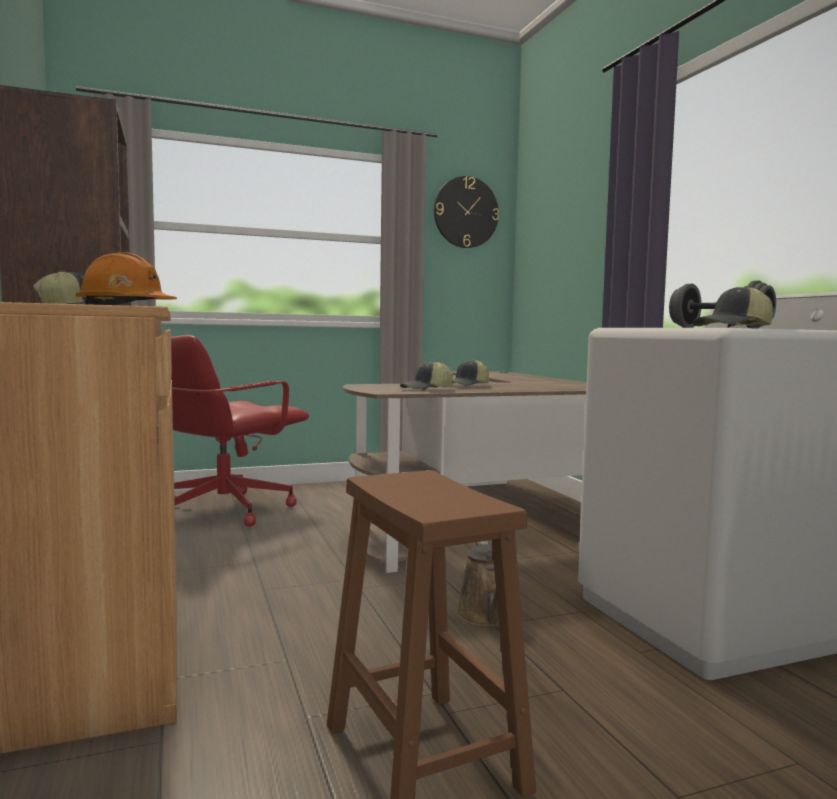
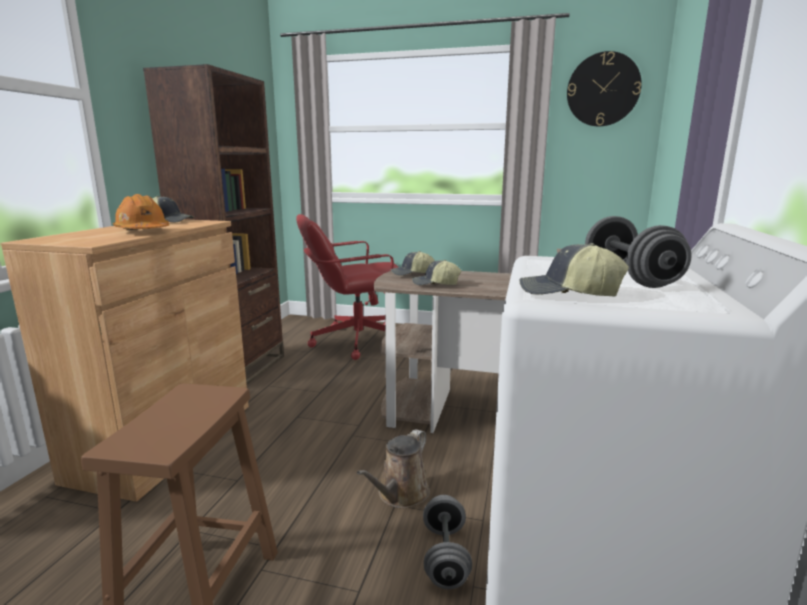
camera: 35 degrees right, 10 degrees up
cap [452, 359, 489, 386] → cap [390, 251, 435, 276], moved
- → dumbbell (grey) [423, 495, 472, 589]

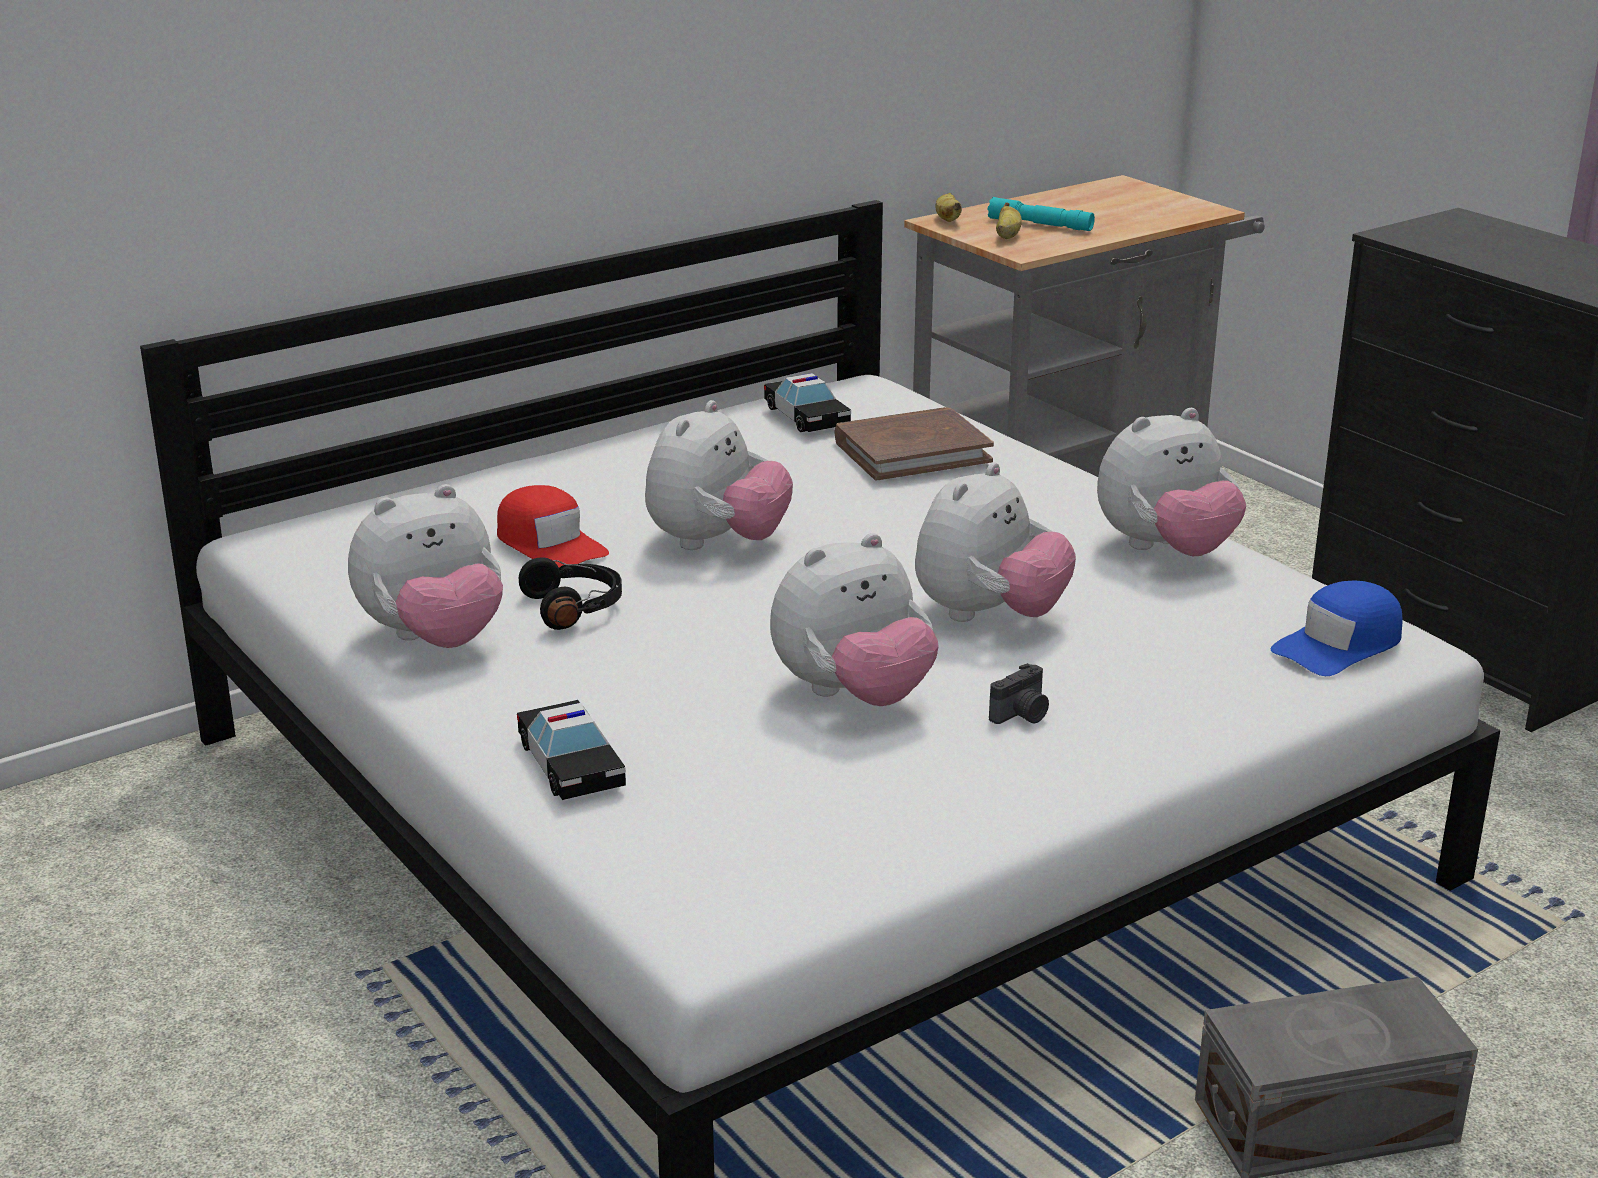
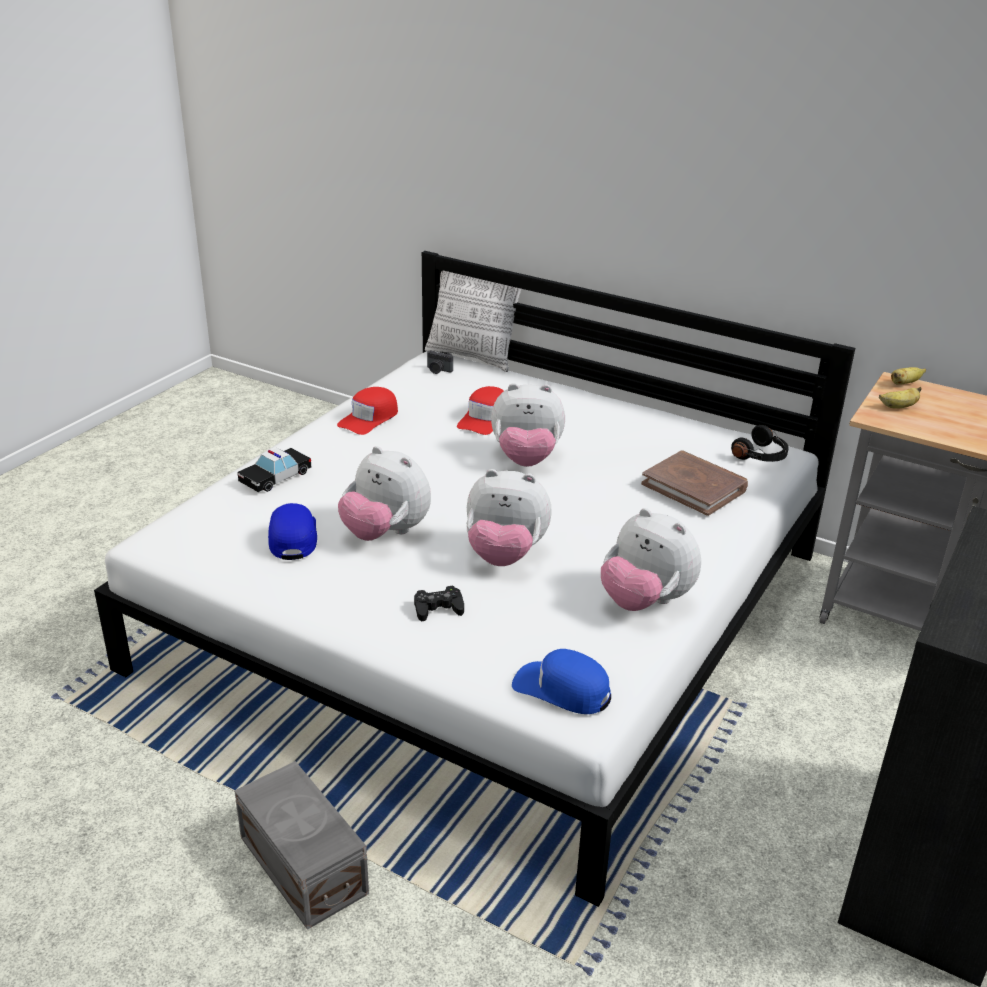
camera: 65 degrees right, 5 degrees up
plush toy [348, 484, 503, 648] → cap (red) [337, 387, 398, 435]
headphones (black) [519, 557, 622, 630] → headphones (black) [731, 425, 789, 462], moved
toy car [764, 373, 851, 432] → -
flashlight (turquoise) [988, 197, 1095, 231] → -
photo camera [989, 663, 1049, 724] → photo camera [427, 351, 453, 374], moved
- → cap (blue) [268, 503, 317, 560]
- → game controller (black) [414, 586, 464, 621]
- → pillow [425, 270, 521, 372]

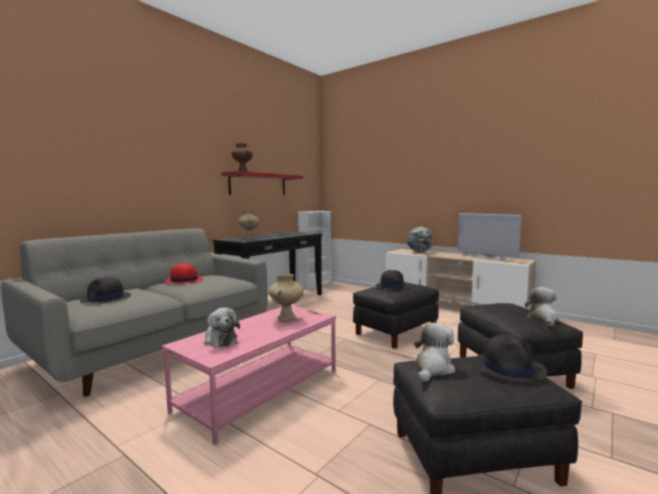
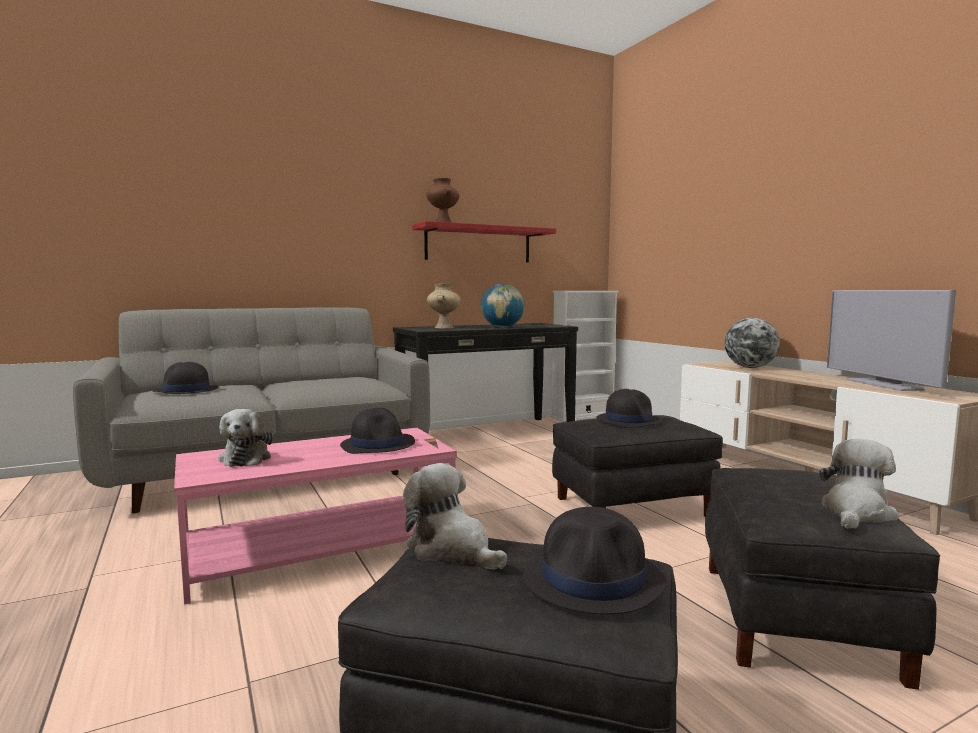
camera: 25 degrees right, 0 degrees up
hat (red) [165, 263, 204, 284] → -
vase (beige) [269, 274, 303, 322] → hat (black) [340, 408, 415, 454]
plush toy [414, 323, 455, 382] → plush toy [403, 463, 507, 570], 105 degrees counterclockwise
- → globe [481, 284, 525, 327]

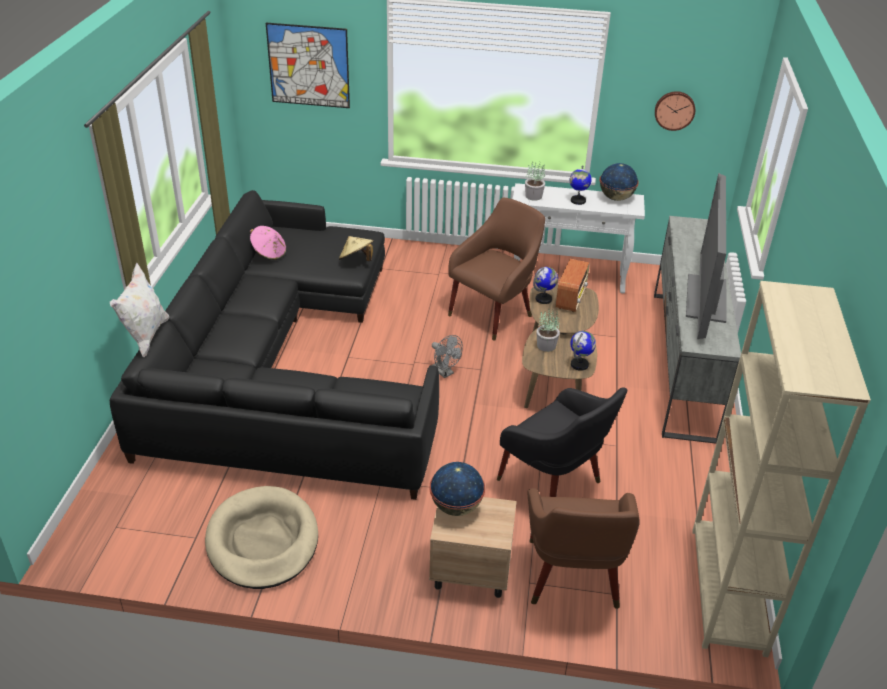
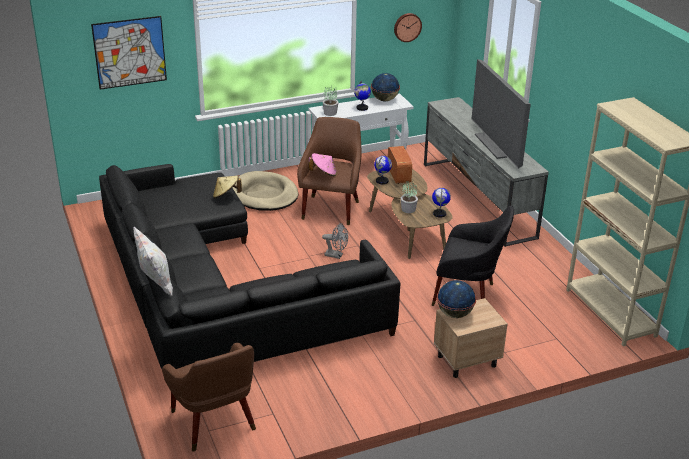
camera: 30 degrees left, 5 degrees down
dog bed (beige) [205, 486, 318, 589] → dog bed (beige) [232, 171, 298, 211], moved
hat (pink) [250, 226, 286, 260] → hat (pink) [309, 153, 337, 176], moved
armchair (brown) [527, 488, 640, 609] → armchair (brown) [162, 343, 256, 451], moved

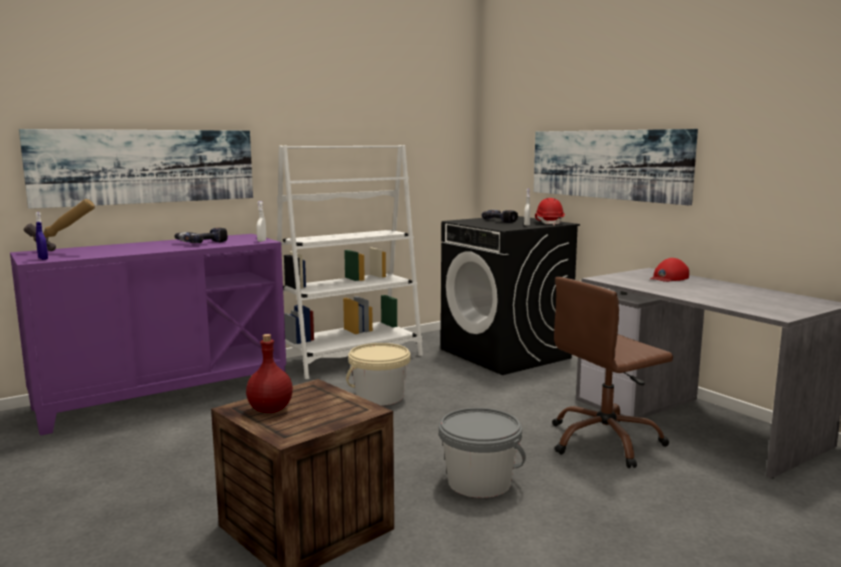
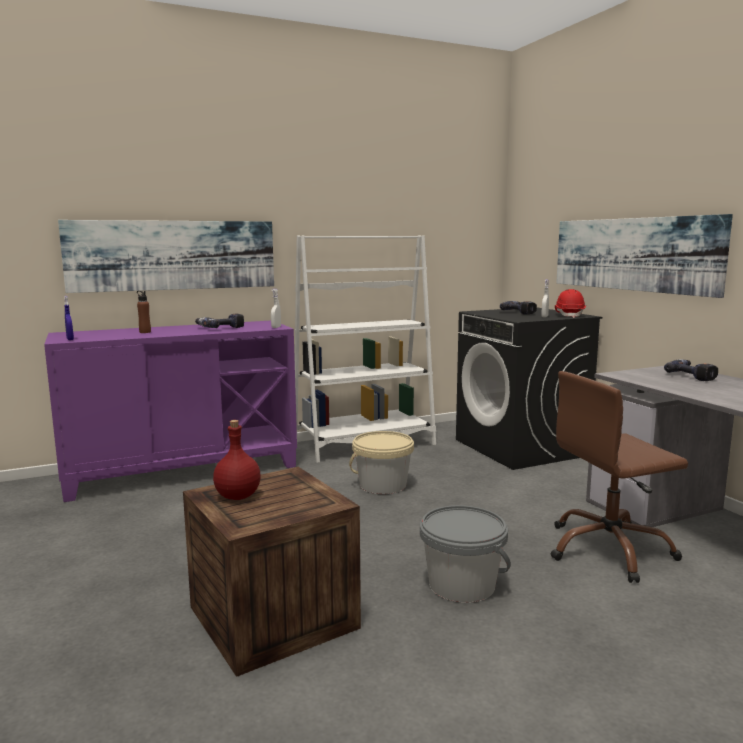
camera: 10 degrees right, 0 degrees up
hammer [24, 199, 95, 251] → -
cap (red) [650, 258, 689, 282] → power drill [664, 359, 718, 381]
- → bottle (brown) [137, 291, 151, 333]

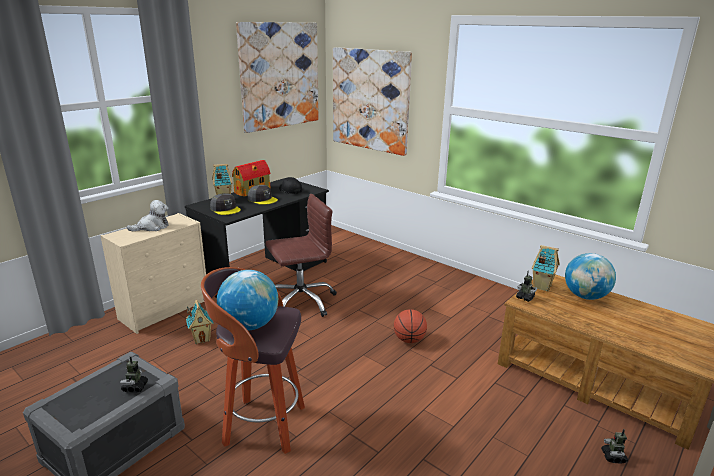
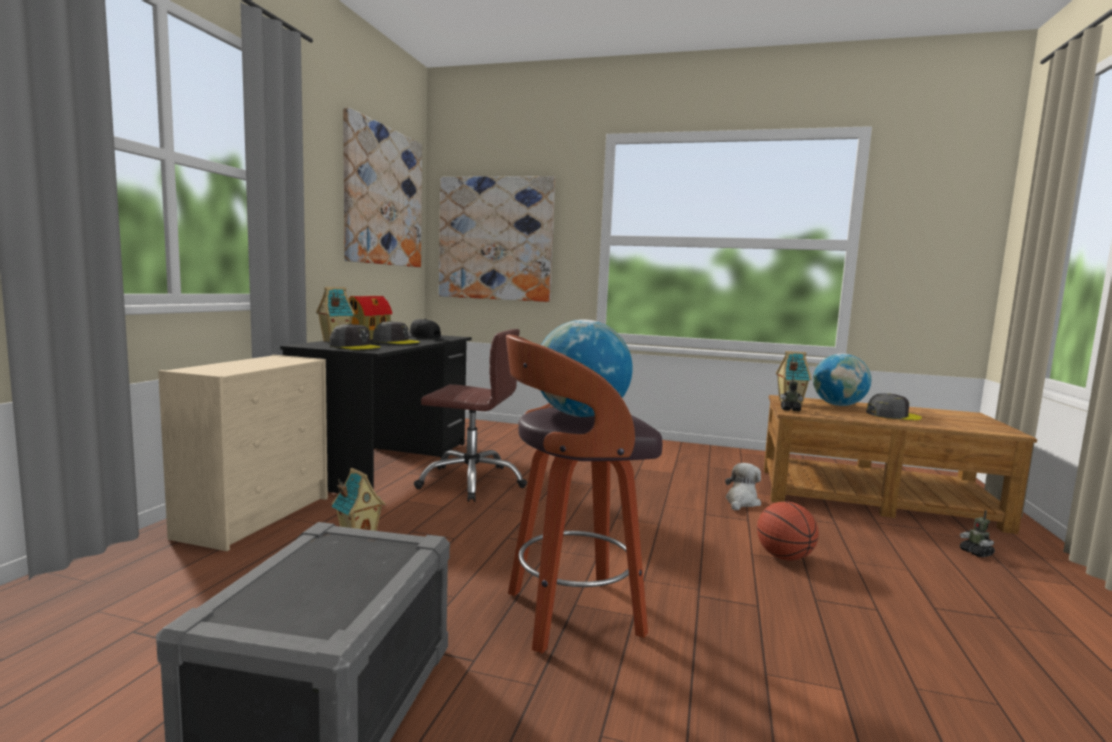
camera: 25 degrees left, 15 degrees down
toy robot [120, 356, 148, 393] → -
plush toy [126, 200, 169, 231] → plush toy [725, 463, 761, 510], moved
office chair (brown) [265, 194, 337, 317] → office chair (brown) [414, 329, 527, 502], 60 degrees clockwise
basketball [394, 309, 427, 343] → basketball [757, 501, 818, 561], moved
- → cap (grey) [866, 393, 922, 420]

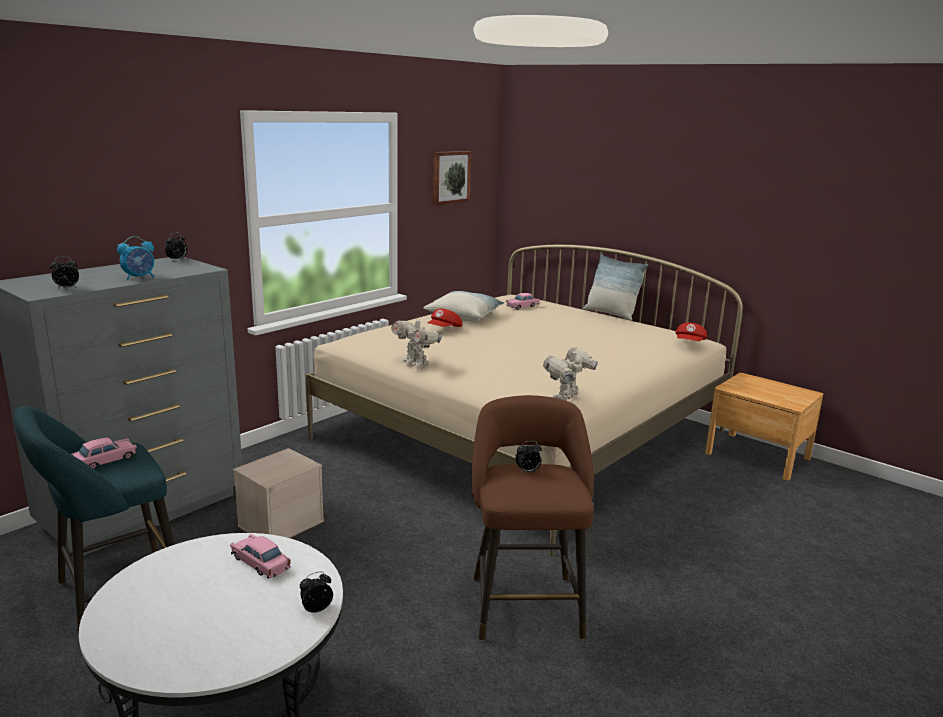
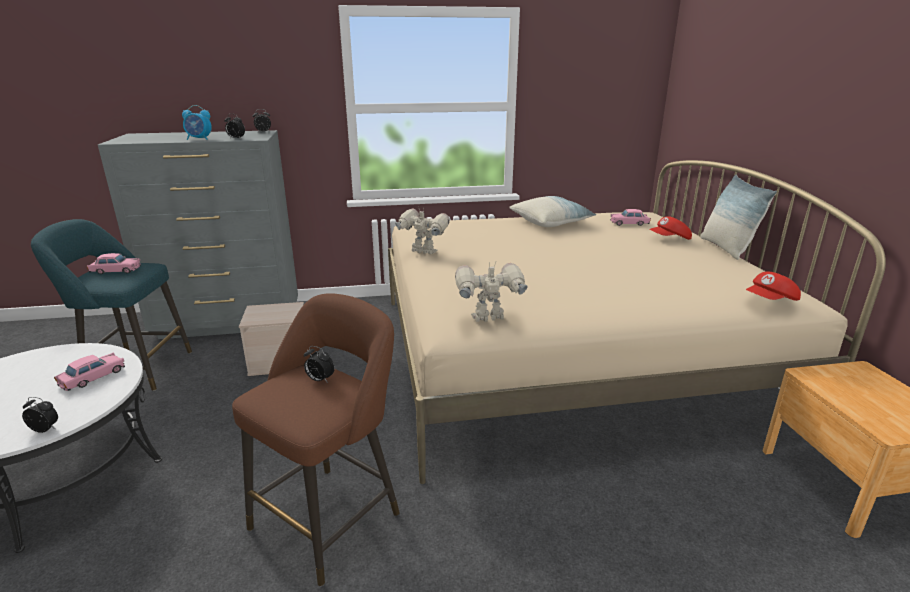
camera: 40 degrees right, 5 degrees up
alarm clock [50, 256, 79, 289] → alarm clock [224, 114, 245, 139], moved
toy car (pink) [230, 534, 291, 579] → toy car (pink) [54, 353, 125, 391], 45 degrees clockwise
toy robot [391, 317, 442, 366] → toy robot [395, 209, 450, 255], 120 degrees clockwise
cap (red) [428, 309, 462, 327] → cap (red) [649, 216, 692, 240], moved
picture [433, 151, 471, 205] → -

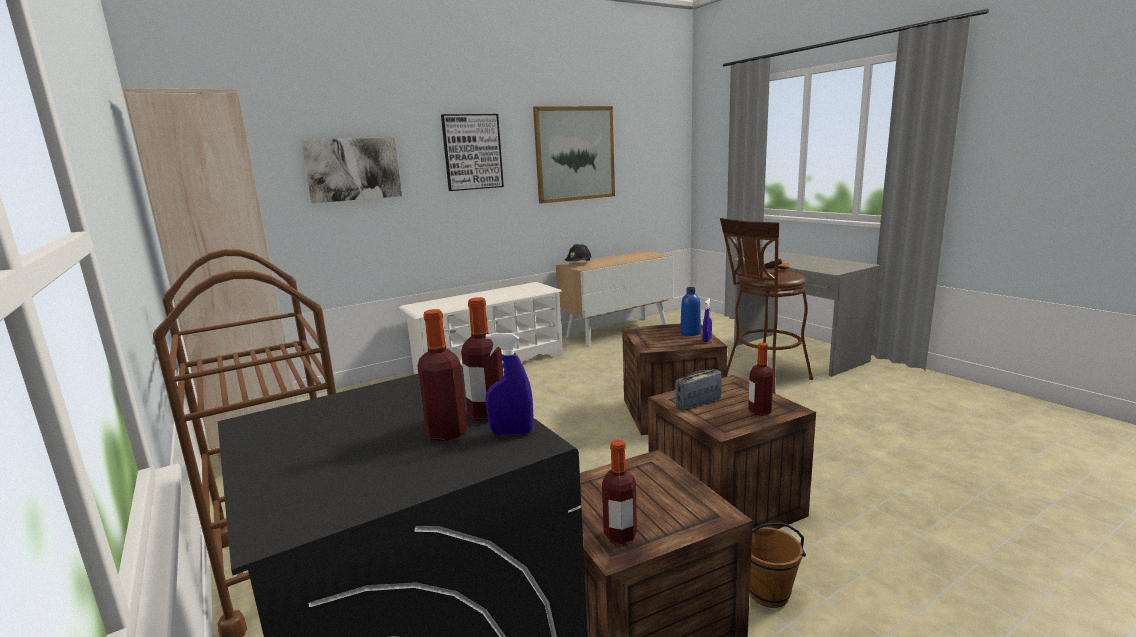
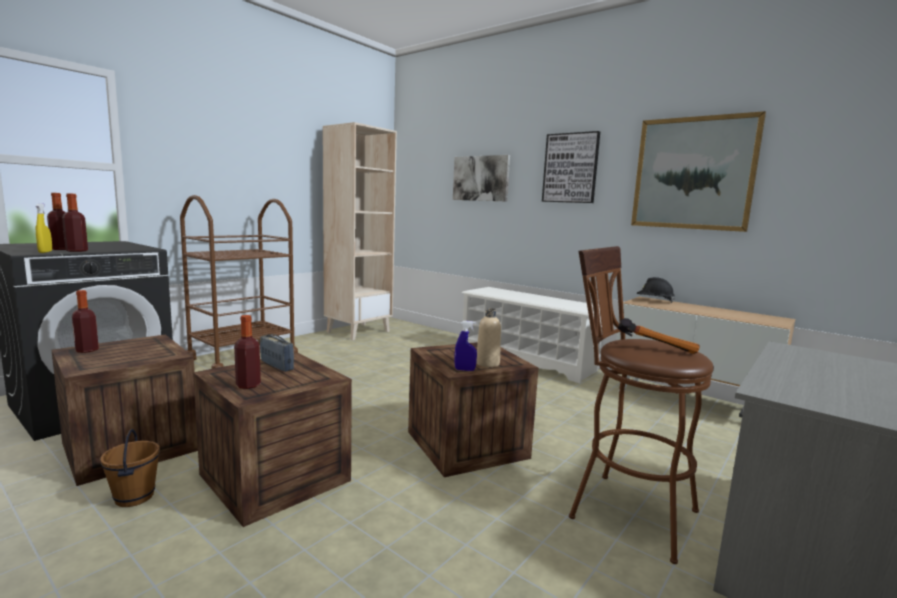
camera: 70 degrees right, 5 degrees down
spray bottle (blue) [485, 333, 533, 435] → spray bottle (yellow) [36, 203, 52, 253]
bottle (blue) [680, 287, 701, 336] → bottle (beige) [476, 308, 501, 367]

